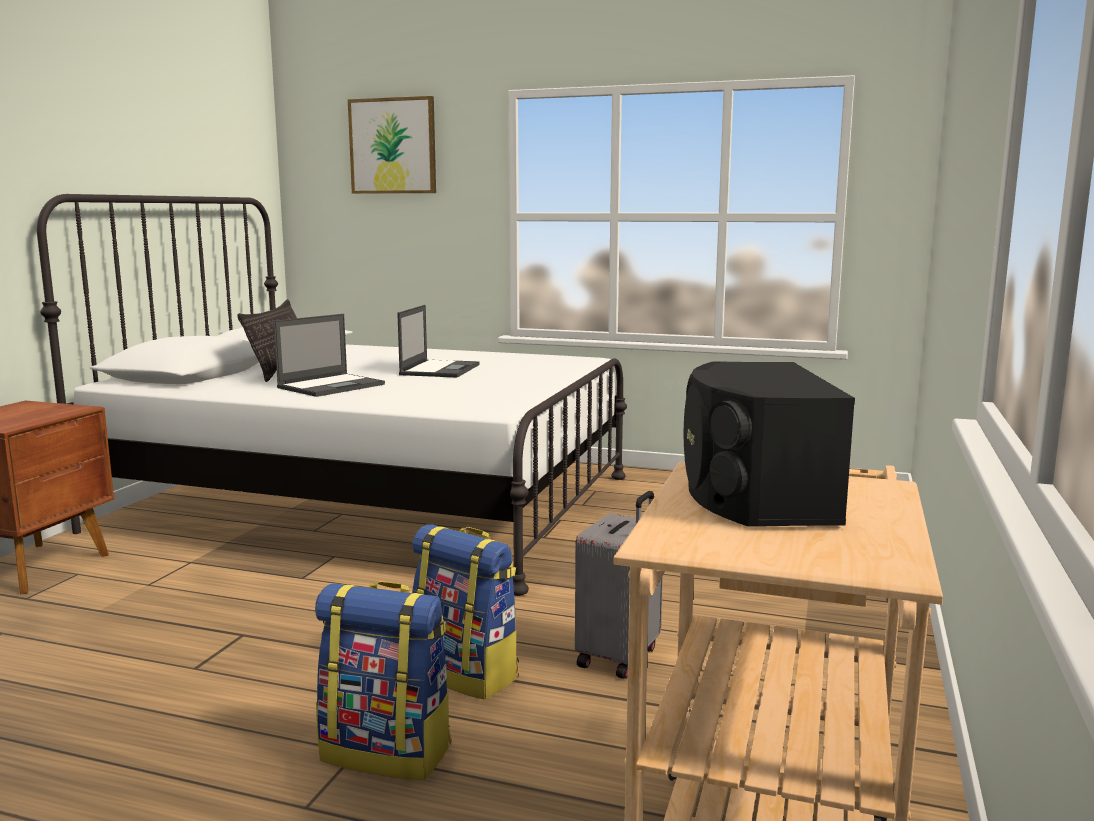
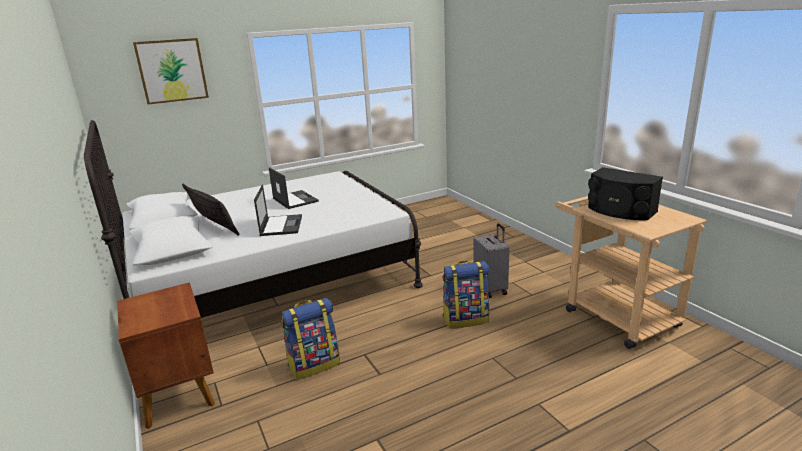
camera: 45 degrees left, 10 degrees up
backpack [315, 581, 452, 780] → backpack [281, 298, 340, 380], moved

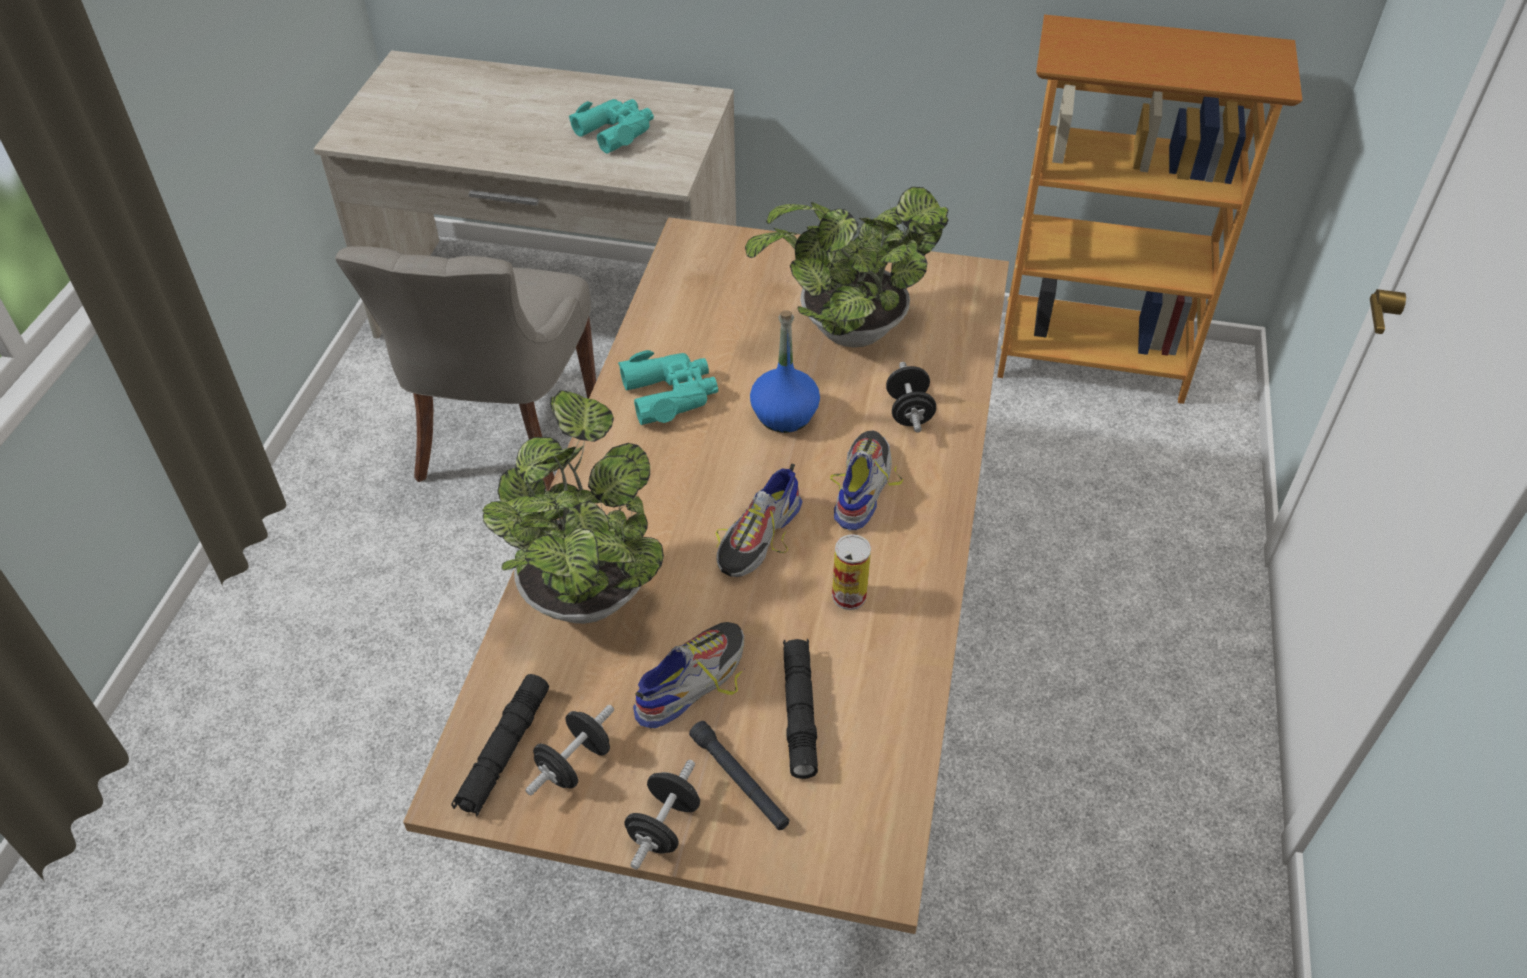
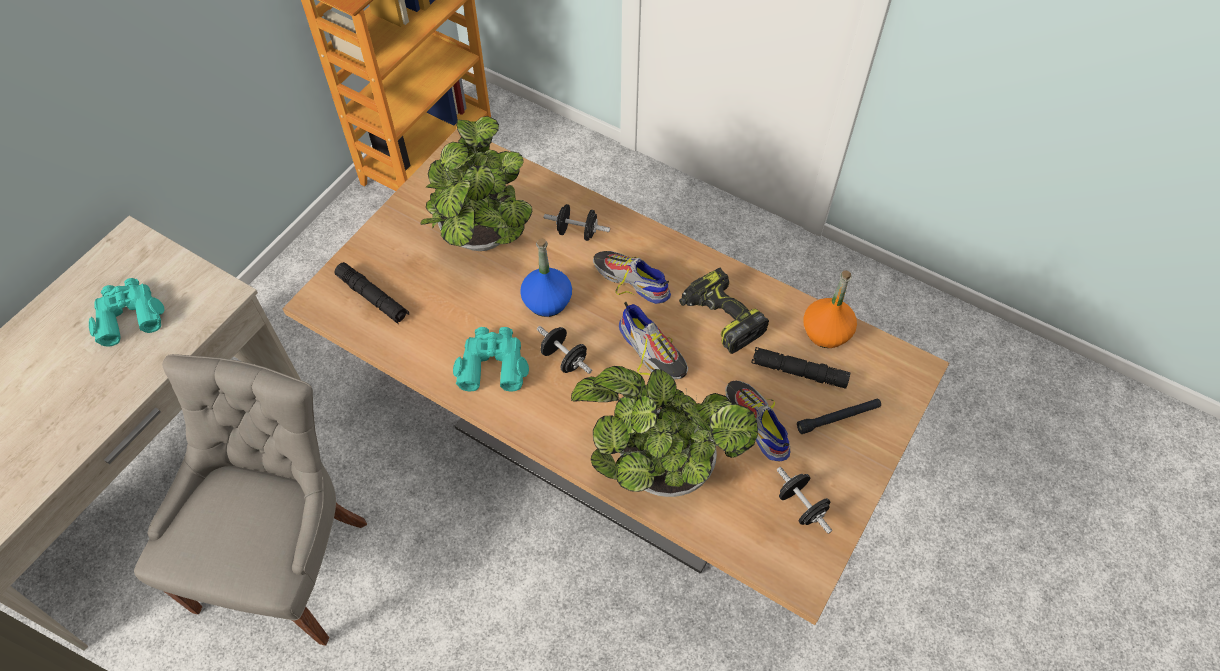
camera: 70 degrees left, 10 degrees up
chair (grey) [335, 246, 596, 491] → chair (grey) [134, 354, 367, 646], 105 degrees counterclockwise
flashlight (black) [451, 674, 549, 817] → flashlight (black) [334, 262, 409, 324], moved
dumbbell (black) [624, 760, 700, 870] → dumbbell (black) [537, 326, 592, 374], moved
can [832, 534, 871, 610] → power drill [679, 268, 769, 354]
- → bottle (orange) [803, 270, 857, 348]

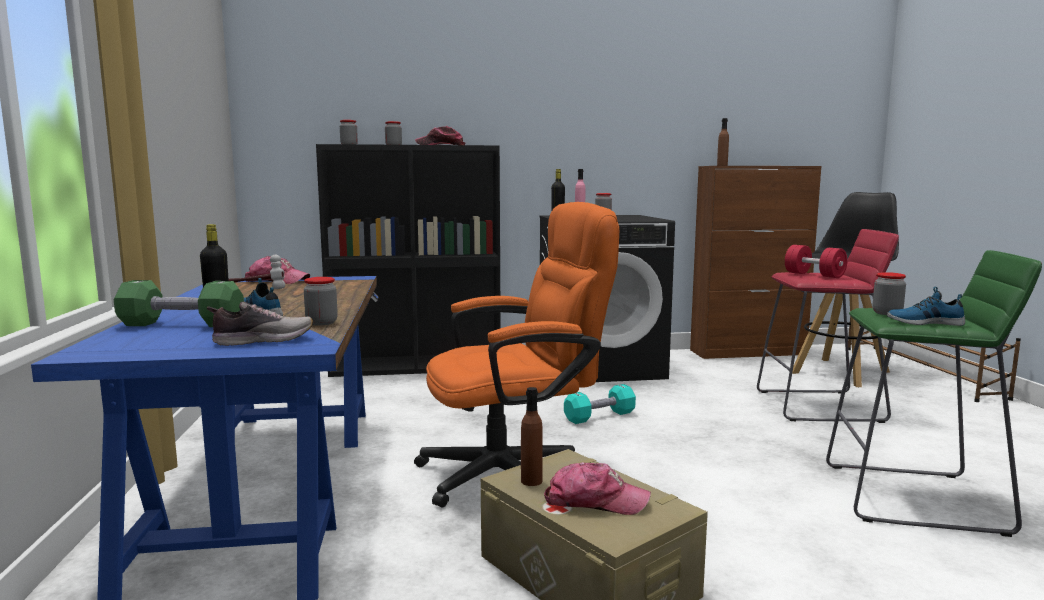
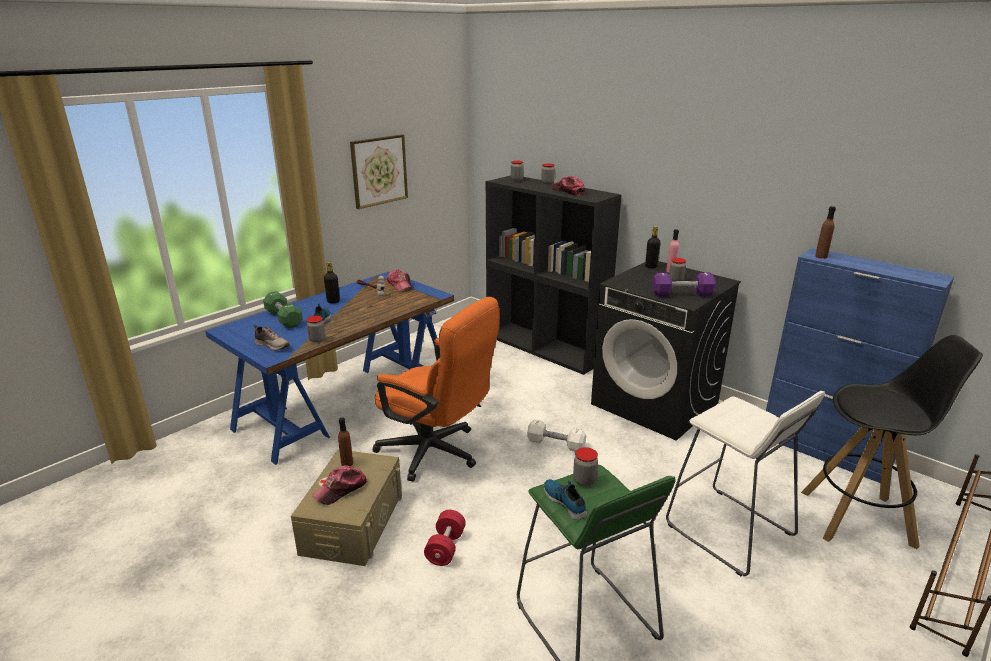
camera: 50 degrees right, 15 degrees up
cap [544, 462, 651, 515] → cap [312, 465, 367, 505], 75 degrees clockwise
dumbbell (turquoise) [564, 384, 636, 424] → dumbbell (white) [527, 419, 586, 452]
cabinet (brown) [690, 166, 822, 359] → cabinet (blue) [766, 248, 955, 483]
stool (red) [757, 229, 899, 423] → stool (white) [666, 391, 825, 576]
dumbbell (red) [785, 245, 847, 278] → dumbbell (red) [424, 510, 466, 566], moved
- → picture [350, 134, 408, 209]
- → dumbbell (purple) [652, 272, 716, 296]

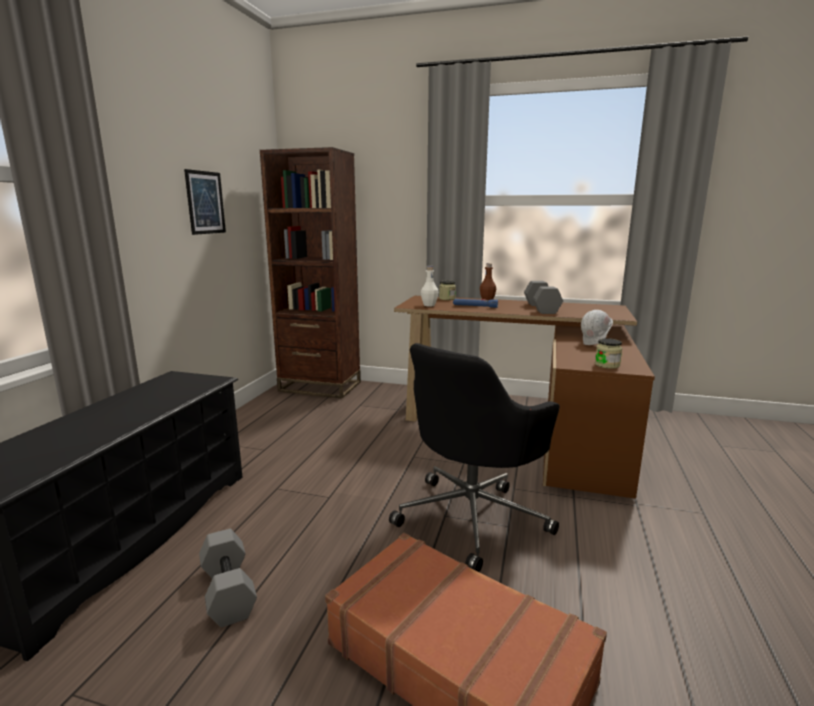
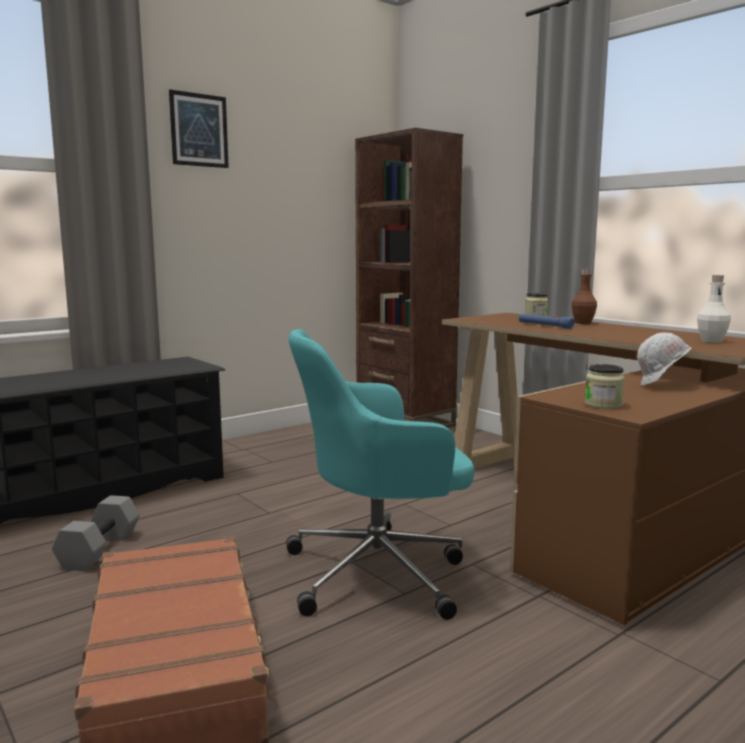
camera: 35 degrees right, 5 degrees down
picture [184, 169, 226, 235] → picture [169, 89, 229, 168], moved
office chair (black) [389, 343, 560, 572] → office chair (turquoise) [286, 329, 475, 620]
bottle (white) [421, 266, 438, 306] → bottle (white) [697, 275, 731, 343], moved
dumbbell (grey) [524, 281, 563, 314] → -

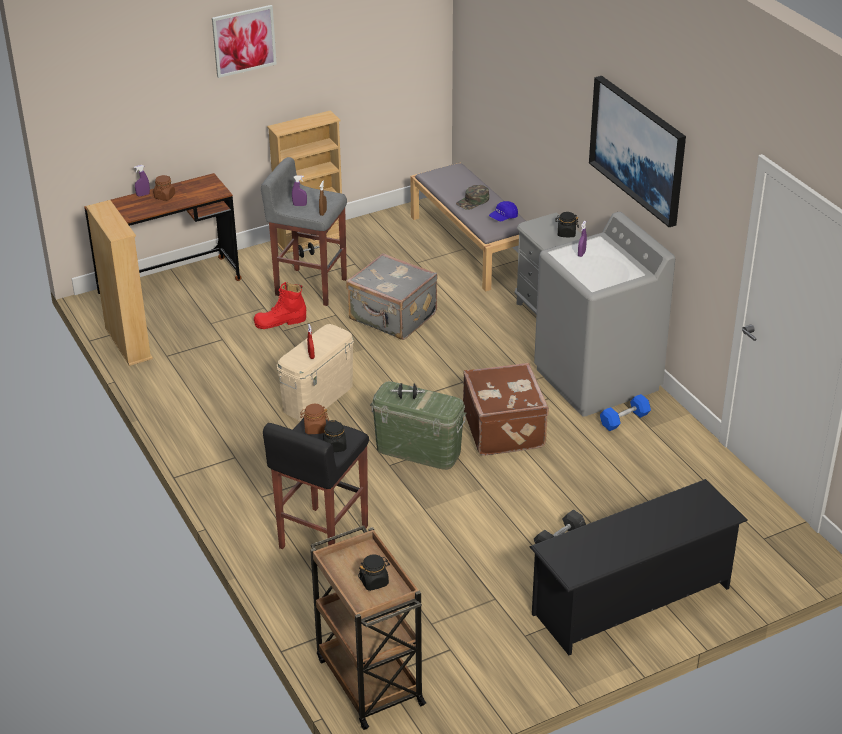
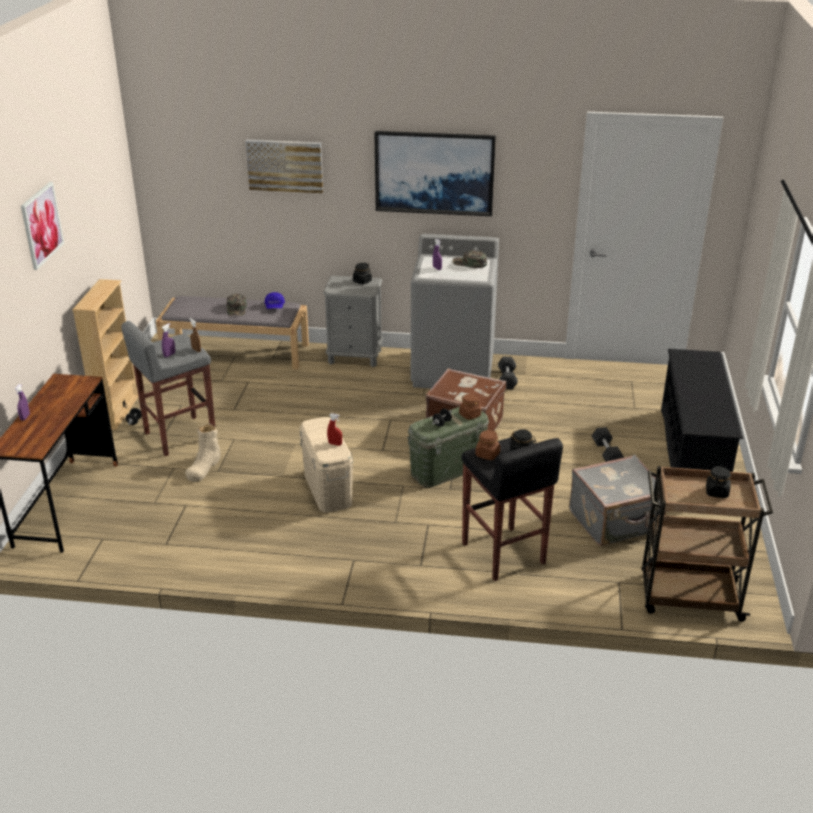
camera: 55 degrees left, 5 degrees down
bookcase (beige) [86, 200, 153, 366] → -
jar (brown) [153, 175, 175, 201] → jar (brown) [459, 394, 481, 420], moved
boot (red) [254, 282, 306, 329] → boot (beige) [185, 424, 221, 482]
suitcase (grey) [346, 253, 438, 340] → suitcase (grey) [569, 455, 666, 546], moved
dumbbell (blue) [600, 394, 651, 431] → dumbbell (grey) [498, 357, 518, 389]
- → picture [246, 140, 323, 193]
- → cap (green) [453, 250, 487, 268]

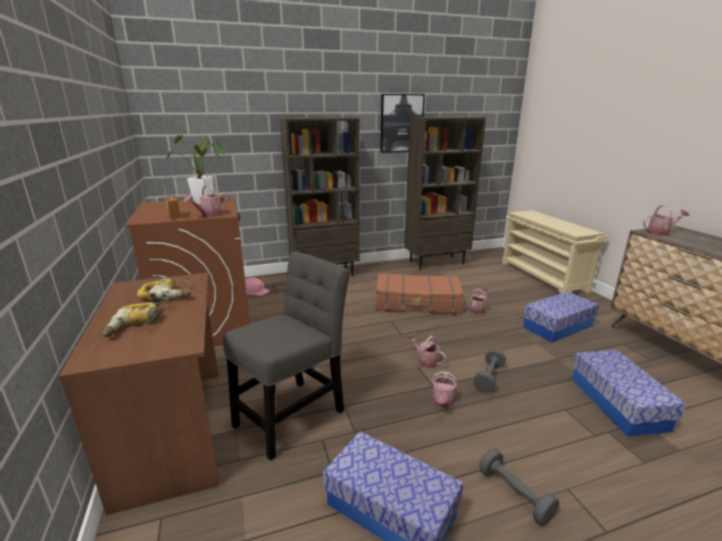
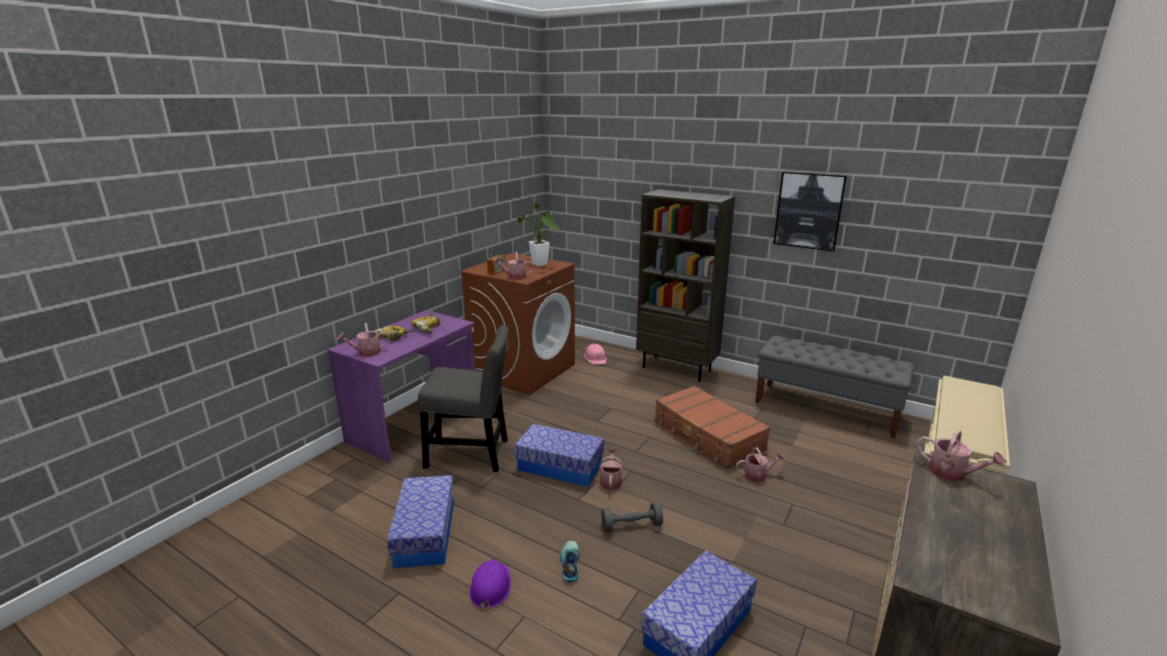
camera: 50 degrees right, 0 degrees up
desk (brown) [59, 273, 220, 515] → desk (purple) [327, 310, 475, 463]
bookcase (brown) [404, 116, 486, 270] → bench (grey) [755, 336, 915, 439]
watering can [432, 371, 458, 408] → watering can [337, 323, 390, 357], moved
dumbbell (grey) [479, 448, 559, 525] → hard hat (purple) [469, 559, 511, 611]
storage box [523, 292, 599, 343] → storage box [514, 424, 604, 487], moved
- → shoe [560, 541, 579, 582]

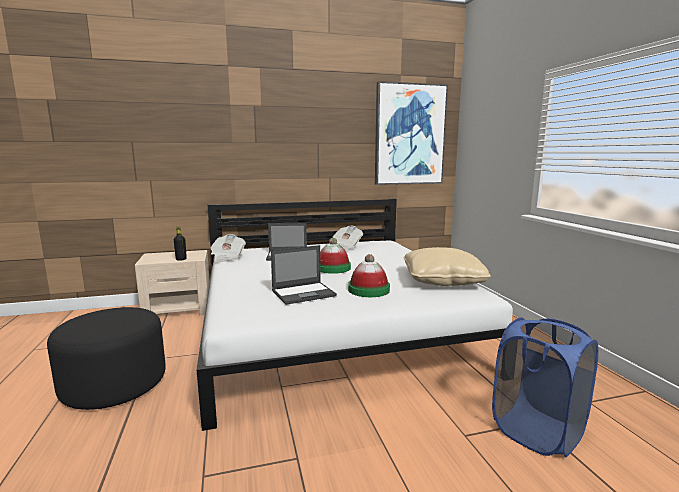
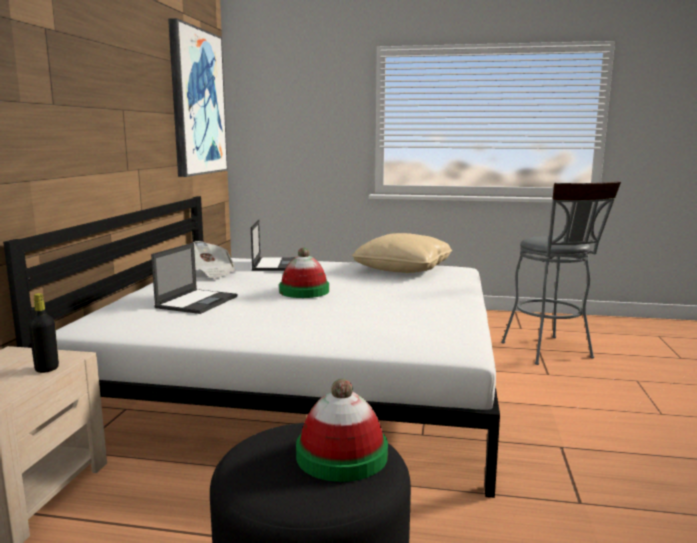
camera: 65 degrees left, 0 degrees up
newspaper [210, 234, 246, 262] → -
laptop [271, 245, 337, 305] → laptop [251, 219, 295, 271], moved
hat [348, 254, 390, 297] → hat [296, 379, 388, 482], moved
laundry basket (blue) [492, 317, 598, 457] → stool (grey) [501, 181, 621, 365]

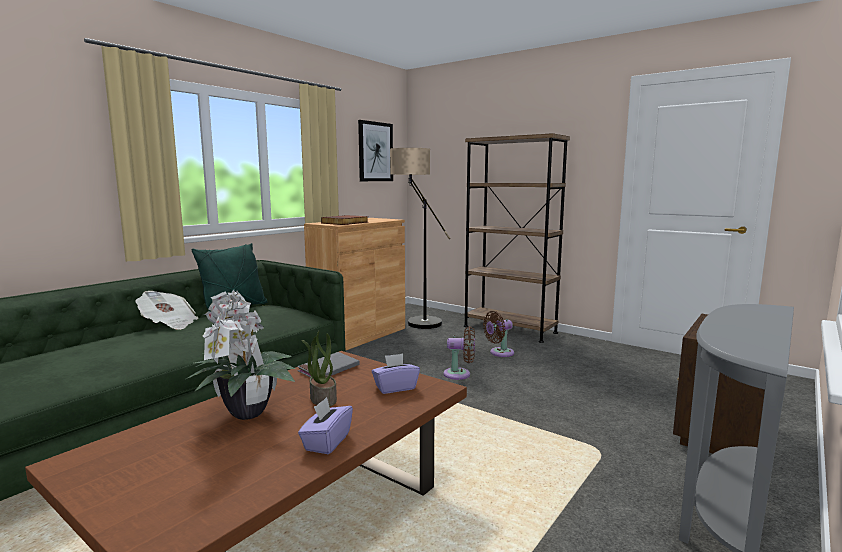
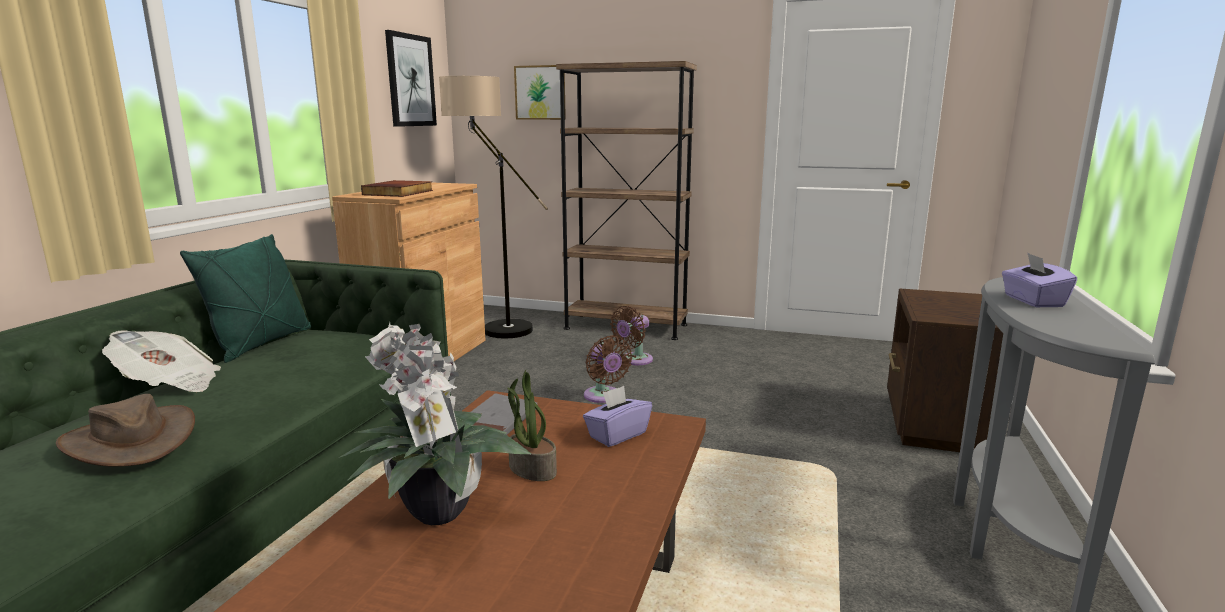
camera: 20 degrees left, 5 degrees up
tissue box (purple) [298, 397, 353, 454] → tissue box (purple) [1002, 252, 1077, 307], moved
fan (brown) [443, 326, 475, 380] → fan (brown) [584, 335, 632, 403], 75 degrees clockwise
- → hat (brown) [56, 394, 195, 467]
- → picture [514, 65, 566, 120]

